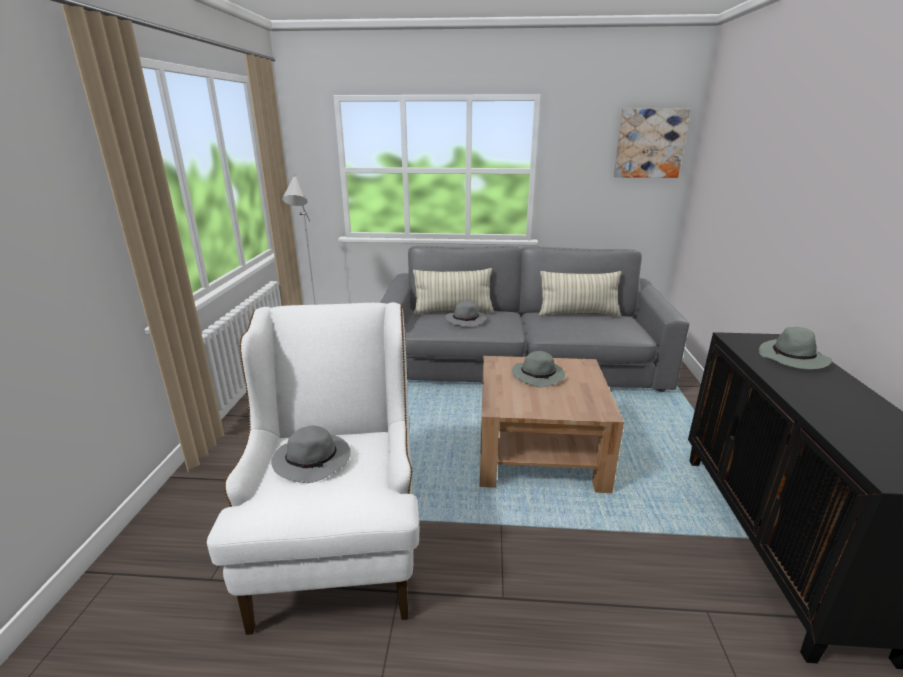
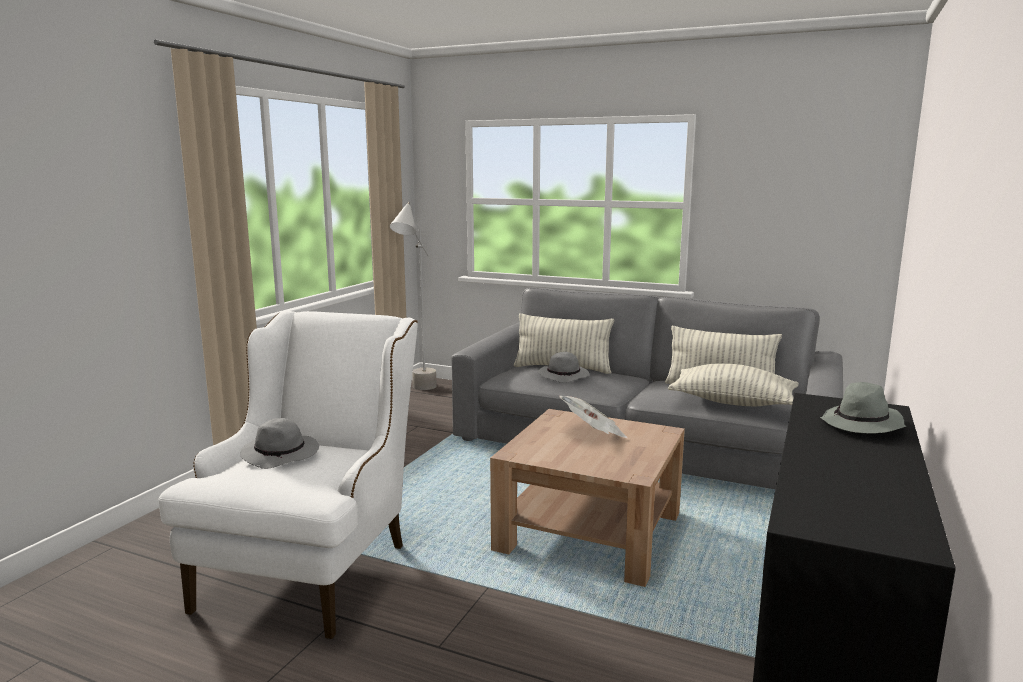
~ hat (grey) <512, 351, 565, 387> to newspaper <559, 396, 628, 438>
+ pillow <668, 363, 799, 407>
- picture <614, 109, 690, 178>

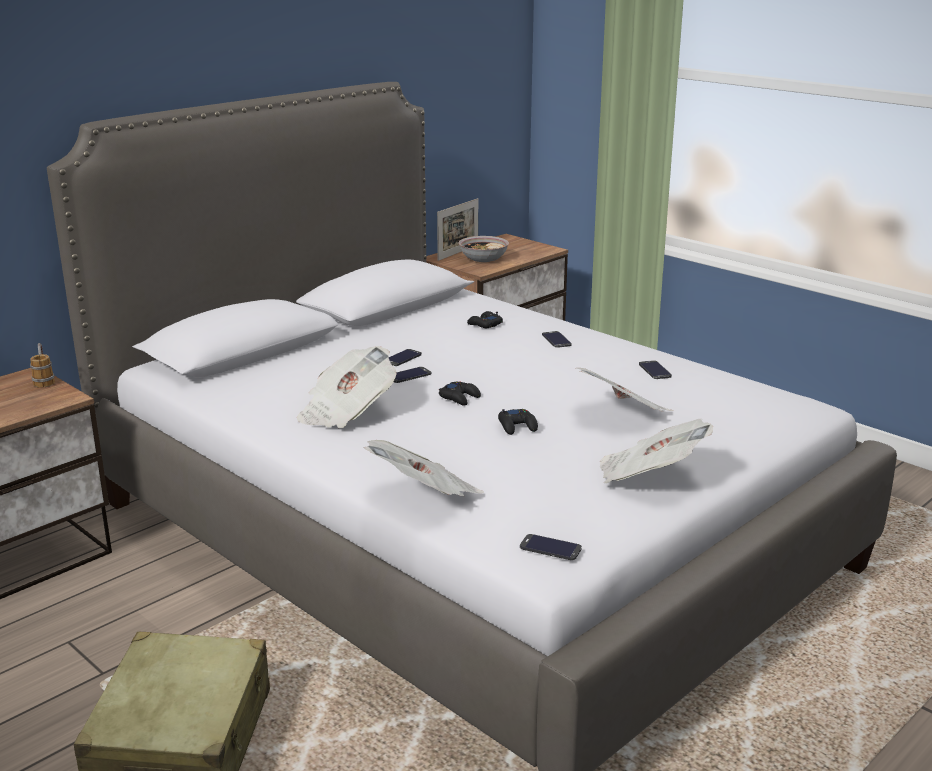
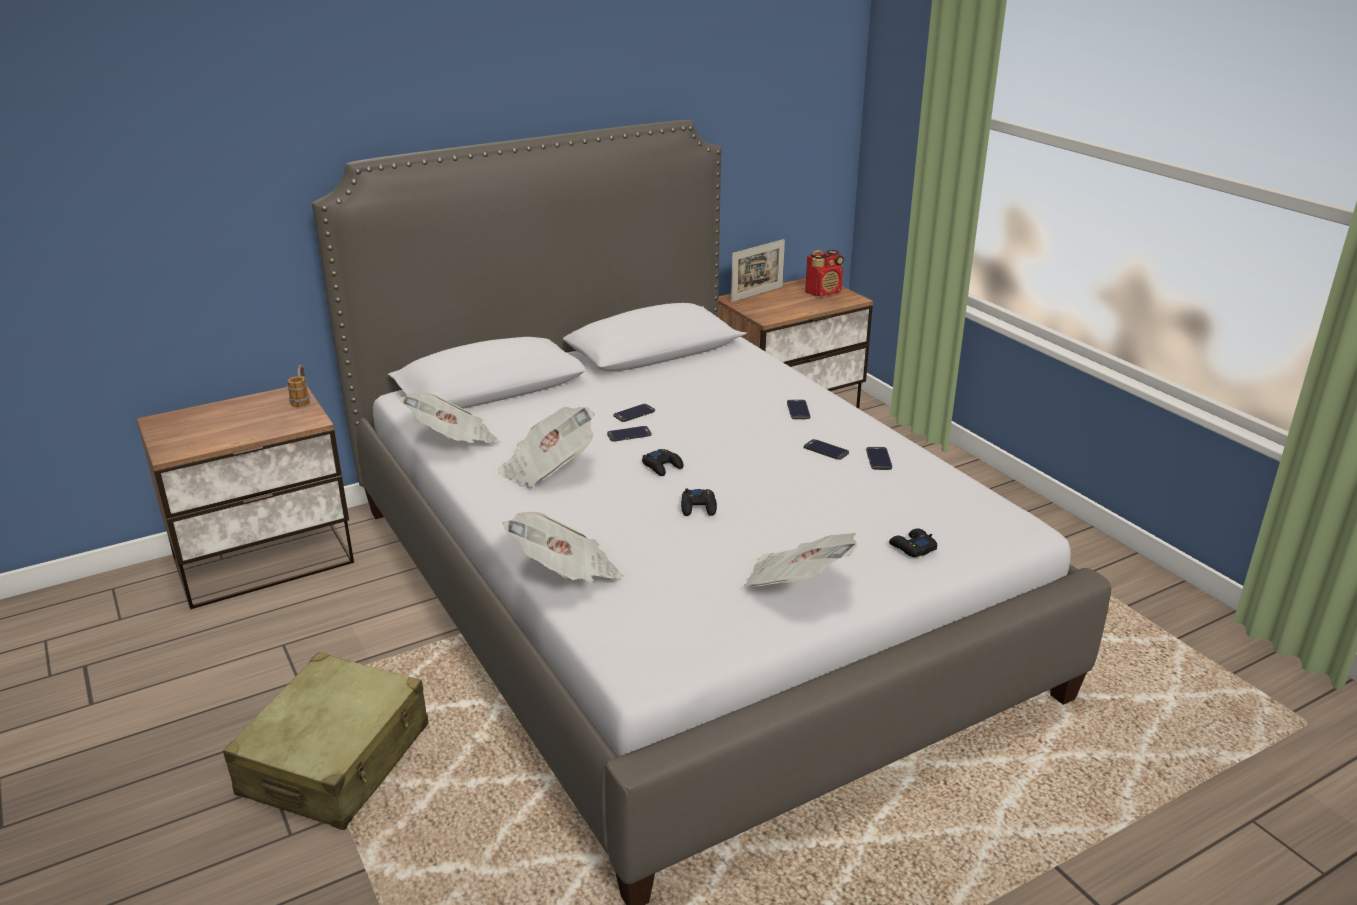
~ newspaper <576, 368, 673, 412> to <399, 393, 500, 444>
~ phone <520, 534, 582, 560> to <804, 439, 849, 460>
+ radio <805, 250, 844, 296>
~ game controller (black) <467, 311, 503, 328> to <889, 528, 937, 557>
- bowl <458, 236, 509, 262>

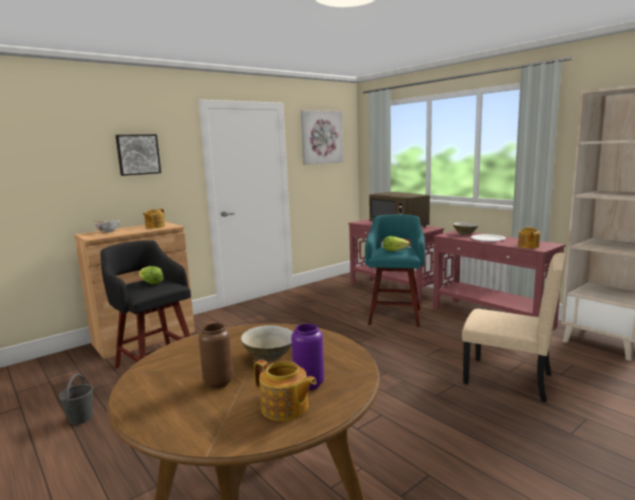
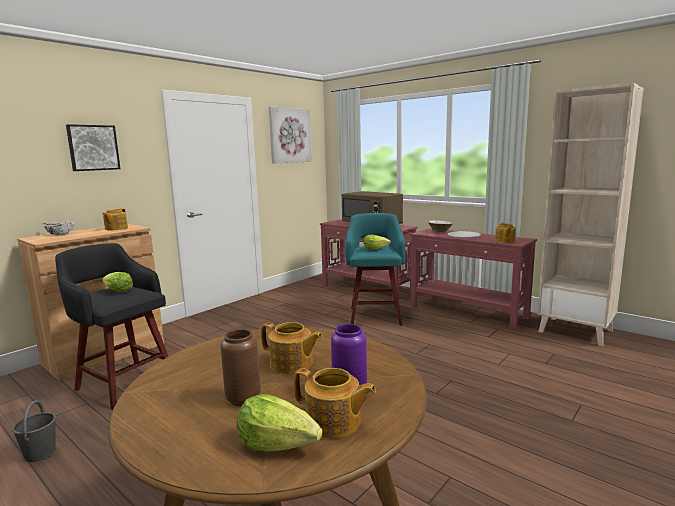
+ lettuce <237, 394, 323, 451>
~ bowl (beige) <241, 325, 293, 361> to teapot <261, 322, 322, 374>
- chair (beige) <462, 252, 566, 402>

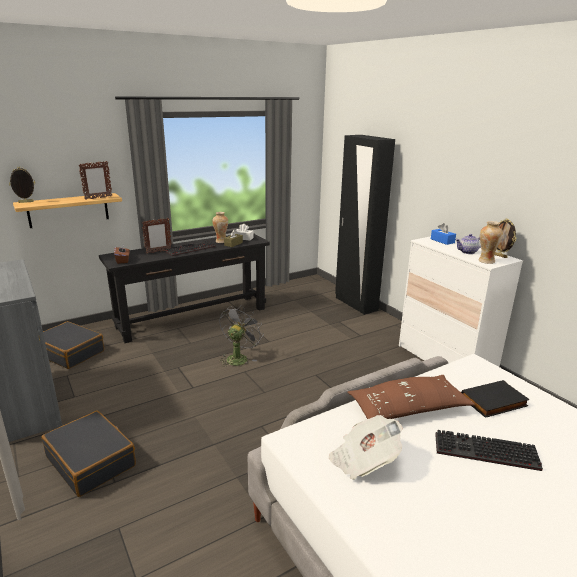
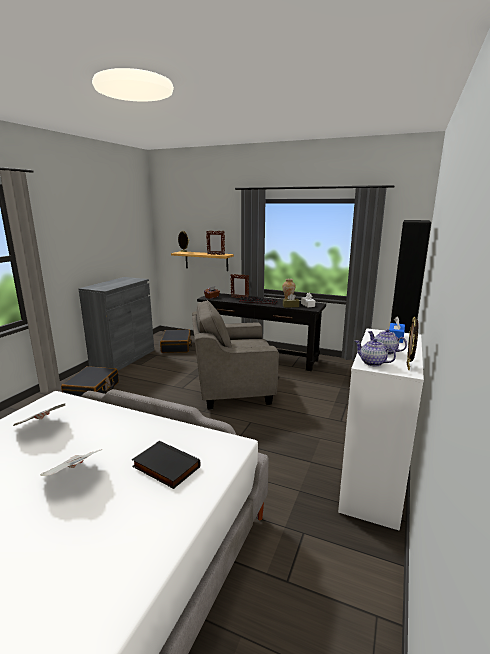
~ keyboard <435, 430, 543, 471> to newspaper <40, 449, 103, 476>
~ fan (grey) <219, 305, 264, 367> to armchair (grey) <192, 300, 279, 410>
~ vase <478, 221, 503, 264> to teapot <355, 339, 396, 366>
- pillow (brown) <347, 375, 475, 419>

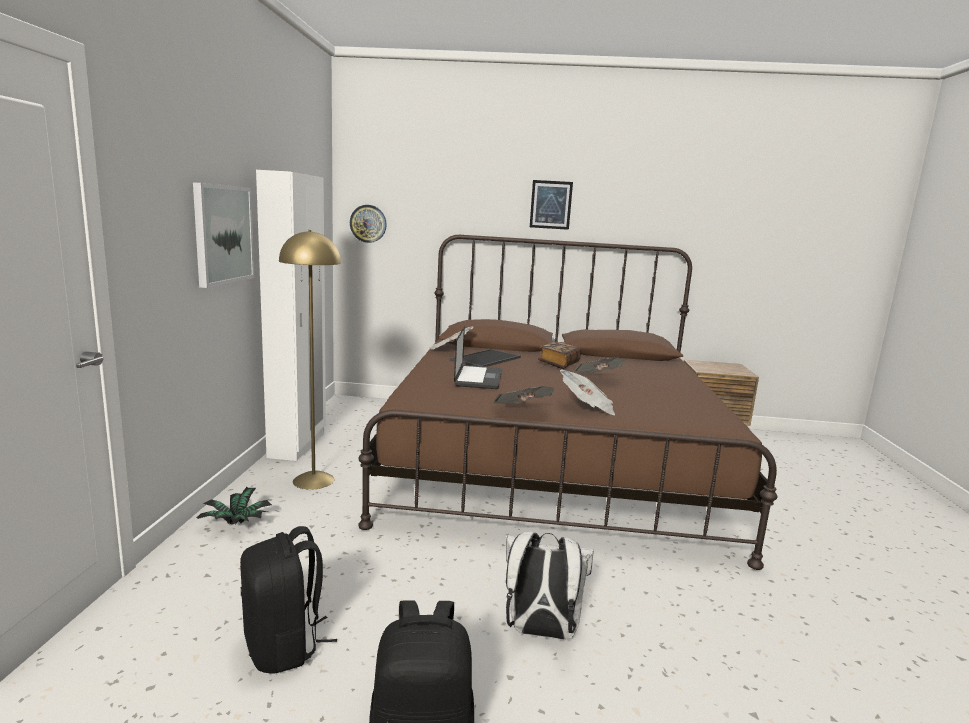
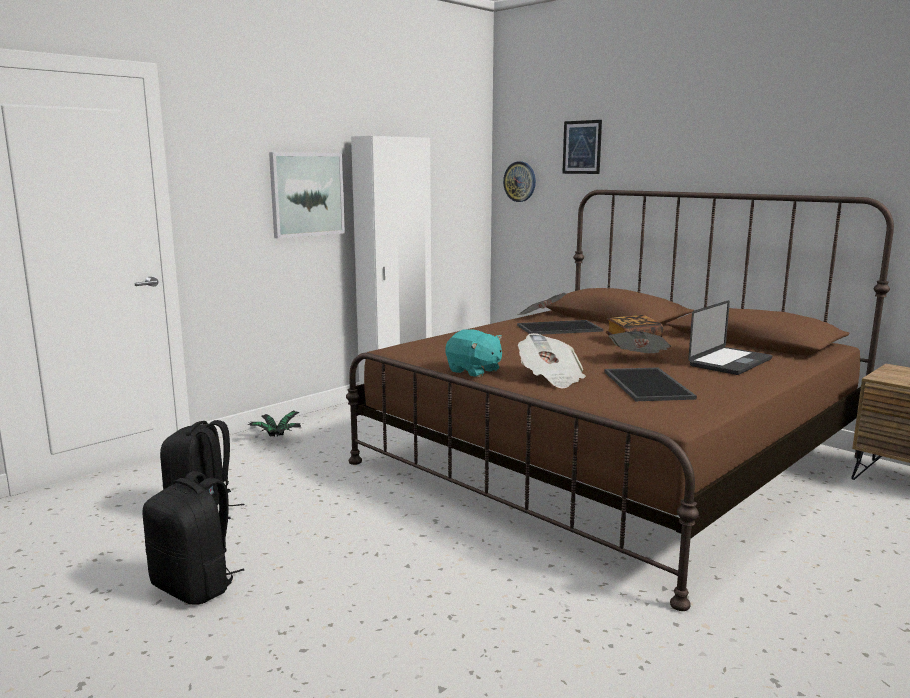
~ newspaper <493, 386, 555, 403> to plush toy (turquoise) <445, 329, 502, 377>
~ picture <530, 180, 573, 230> to <562, 120, 602, 174>
+ tray <604, 368, 697, 401>
~ laptop <454, 326, 502, 389> to <688, 300, 772, 375>
- floor lamp (yellow) <279, 230, 341, 490>
- backpack (white) <506, 532, 594, 640>

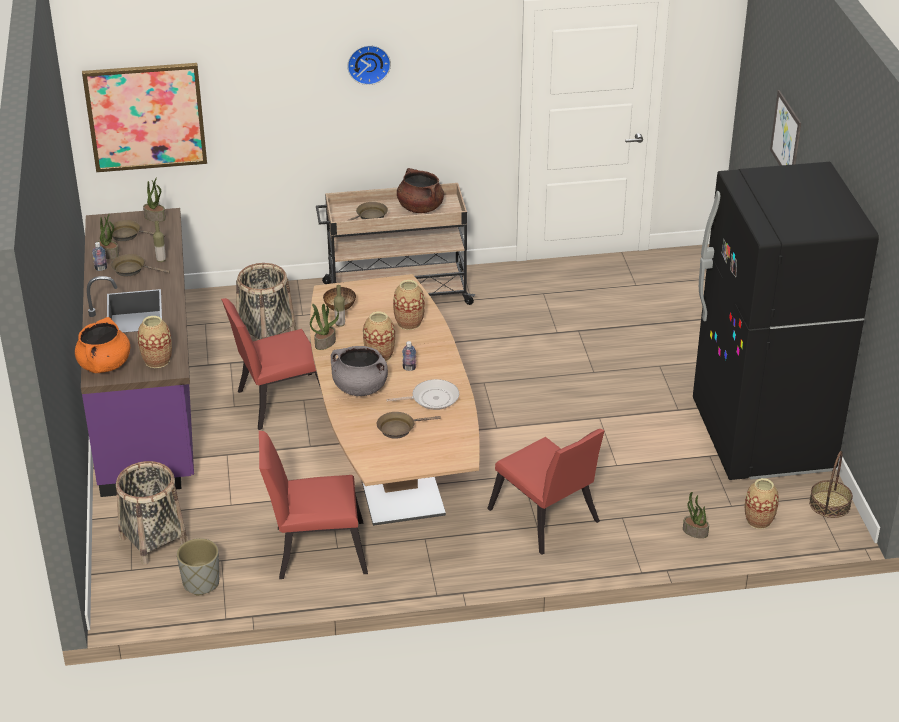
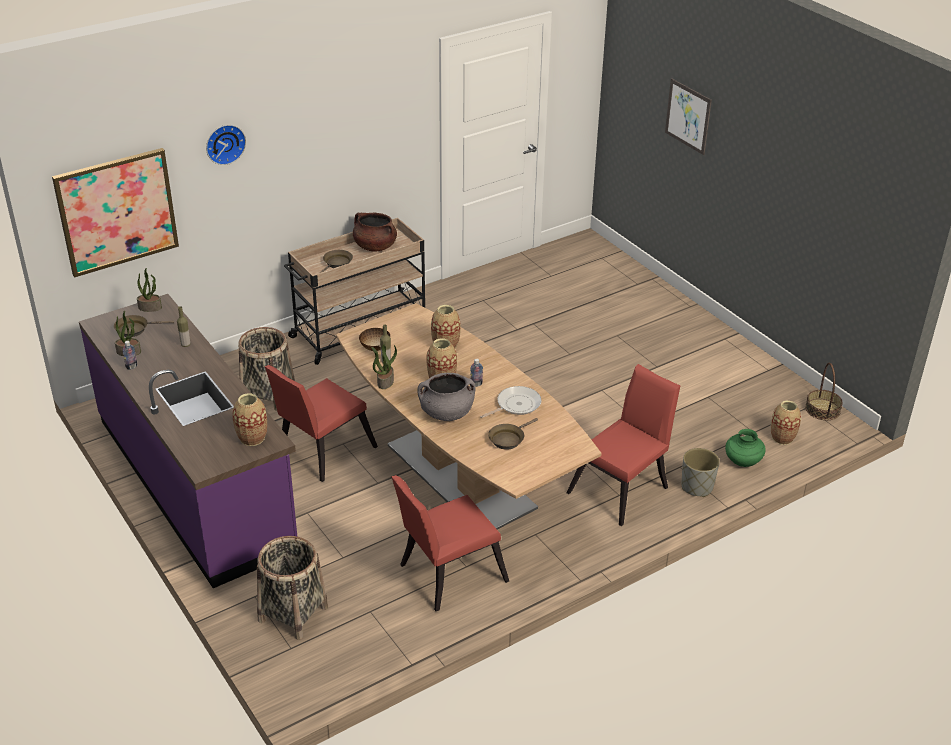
~ wall clock <347, 45, 391, 85> to <206, 125, 246, 165>
~ chair (red) <487, 429, 605, 555> = <566, 364, 680, 526> 75 degrees counterclockwise
~ planter (grey) <177, 538, 219, 595> to <681, 448, 720, 497>
~ potted plant <683, 492, 709, 538> to vase (green) <725, 429, 765, 467>
- cooking pot (orange) <75, 317, 130, 373>
- frying pan (brown) <111, 254, 170, 276>
- fridge (black) <693, 162, 879, 480>

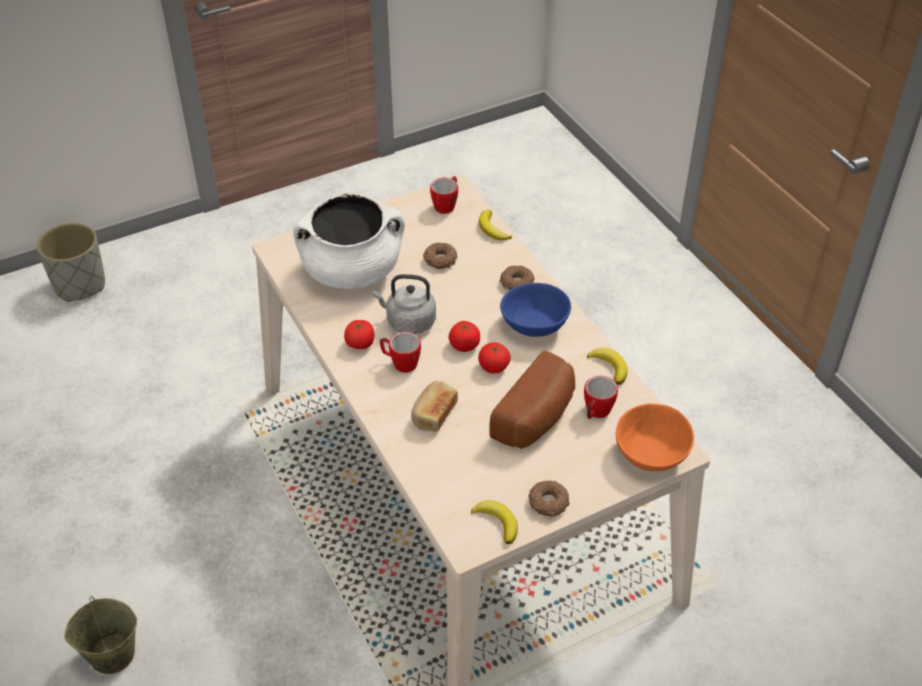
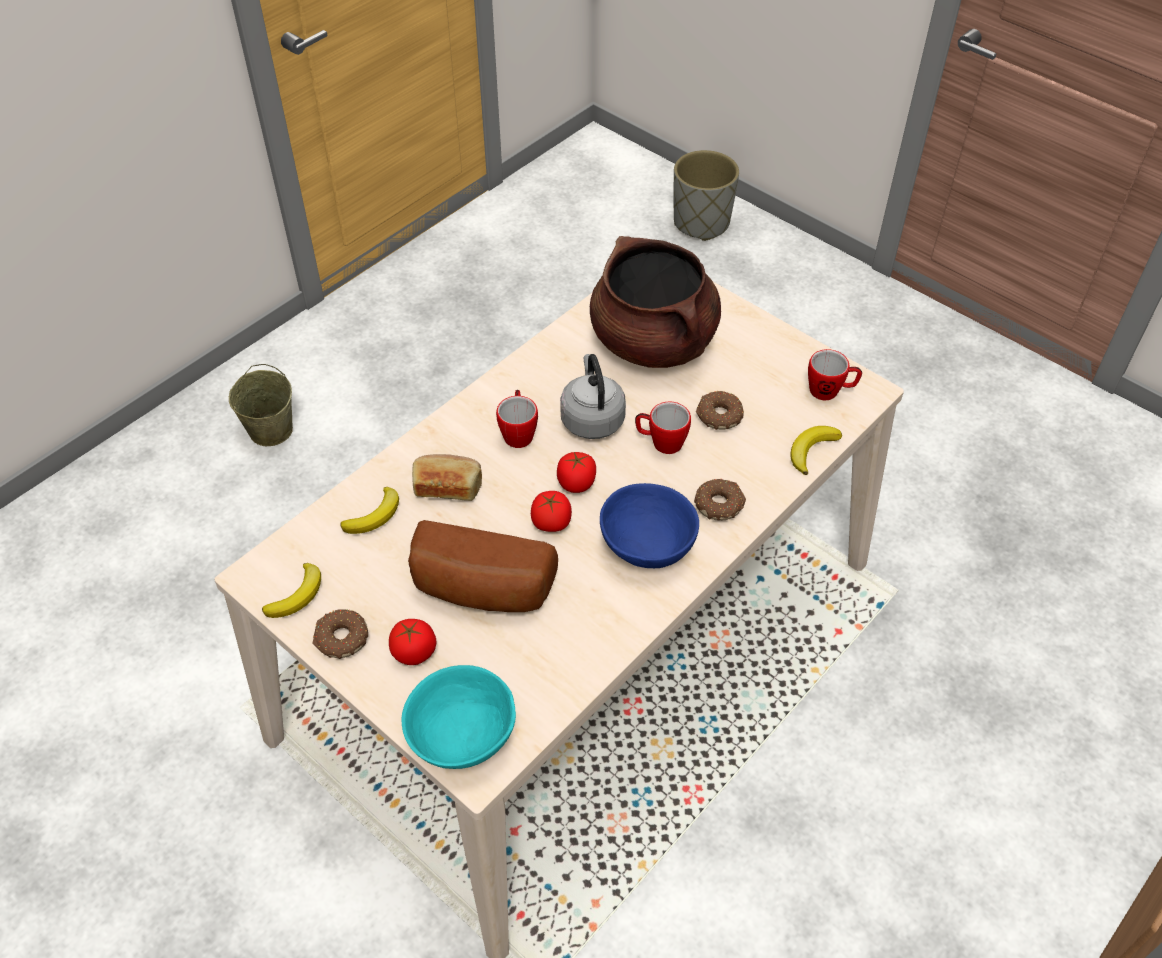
~ banana <587, 348, 628, 385> to <340, 487, 399, 534>
~ tomato <344, 320, 375, 349> to <389, 619, 436, 665>
~ bowl (orange) <616, 403, 694, 471> to bowl (turquoise) <402, 665, 516, 769>
~ cooking pot (white) <293, 193, 405, 289> to cooking pot (brown) <590, 236, 721, 368>
~ mug <584, 376, 618, 419> to <635, 401, 691, 454>

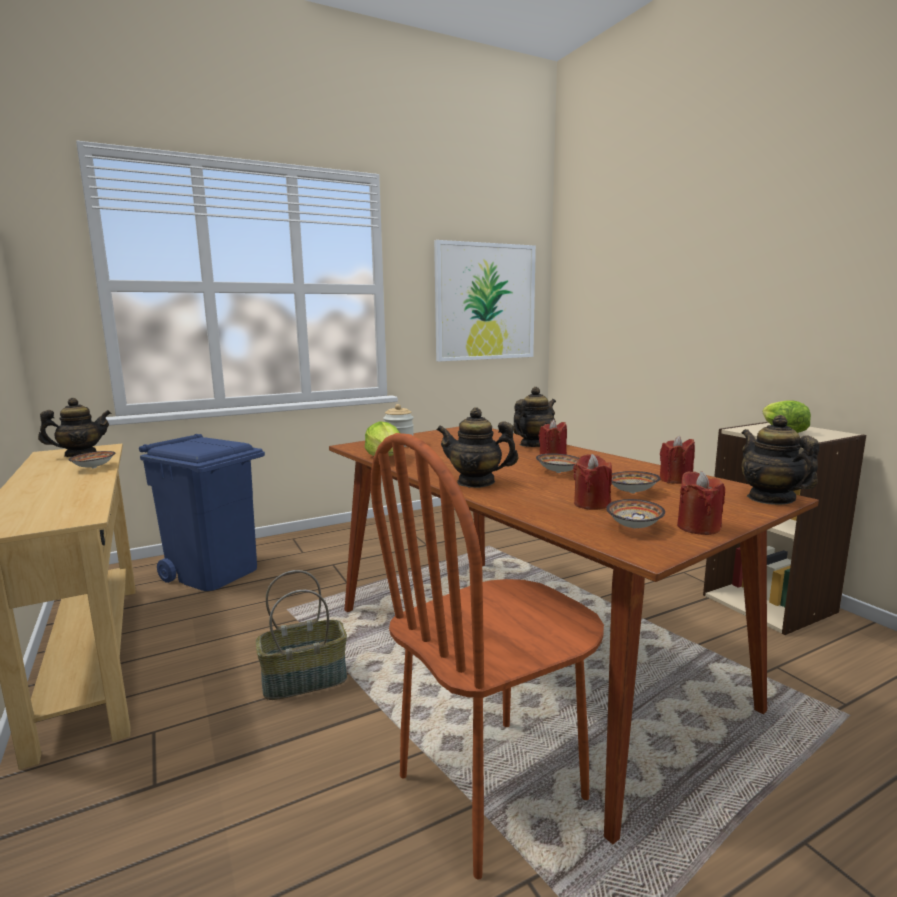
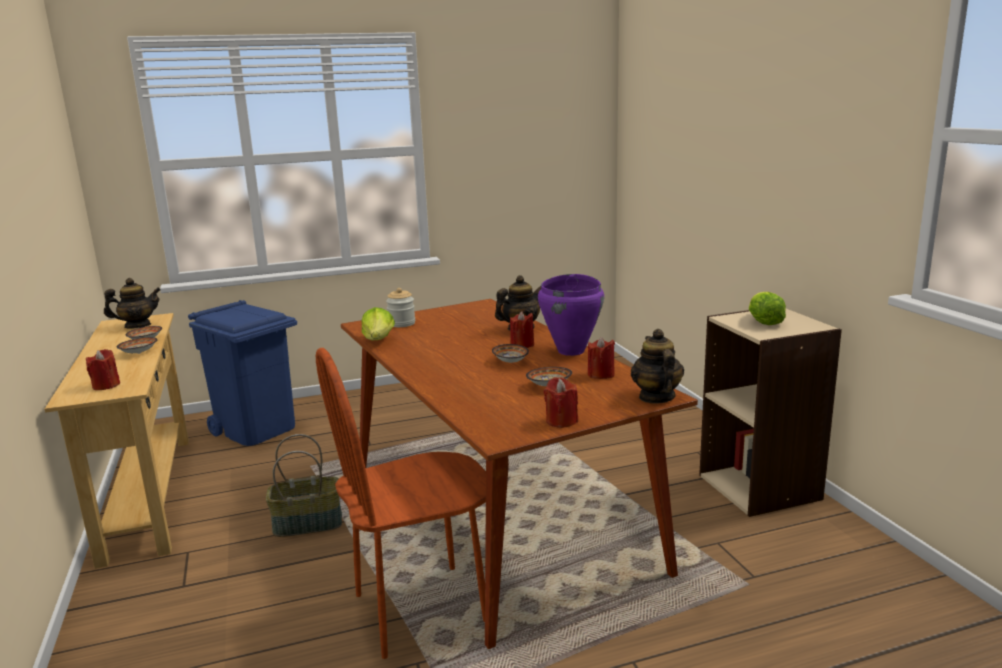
~ candle (red) <573, 454, 612, 510> to <86, 349, 120, 390>
~ bowl <606, 499, 665, 528> to <117, 337, 157, 354>
+ cooking pot (purple) <538, 274, 604, 356>
- picture <434, 240, 536, 362>
- teapot <437, 408, 519, 488>

